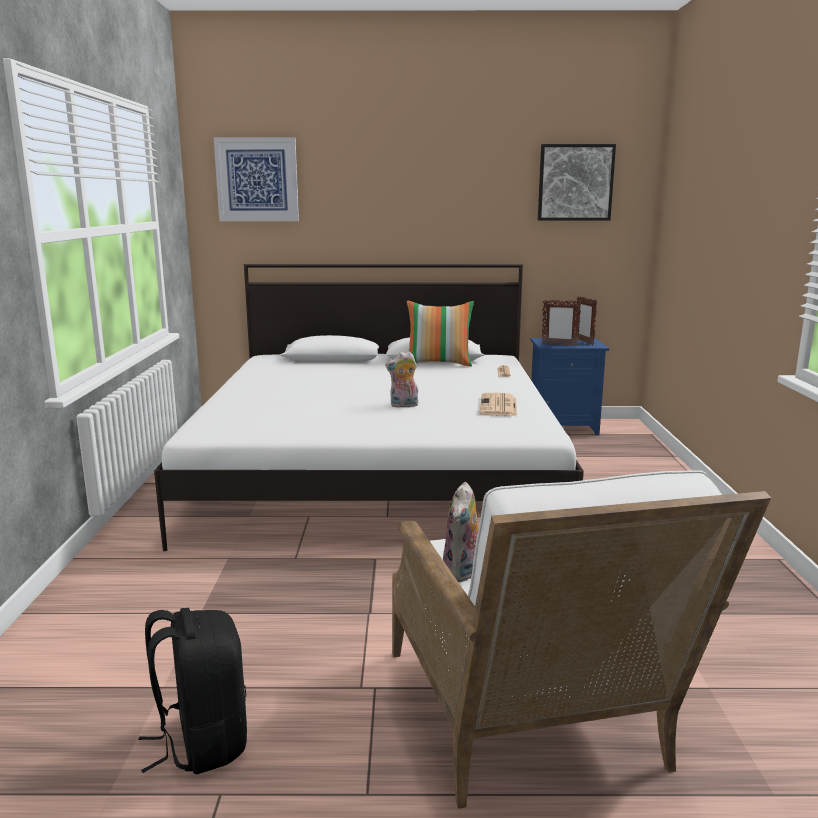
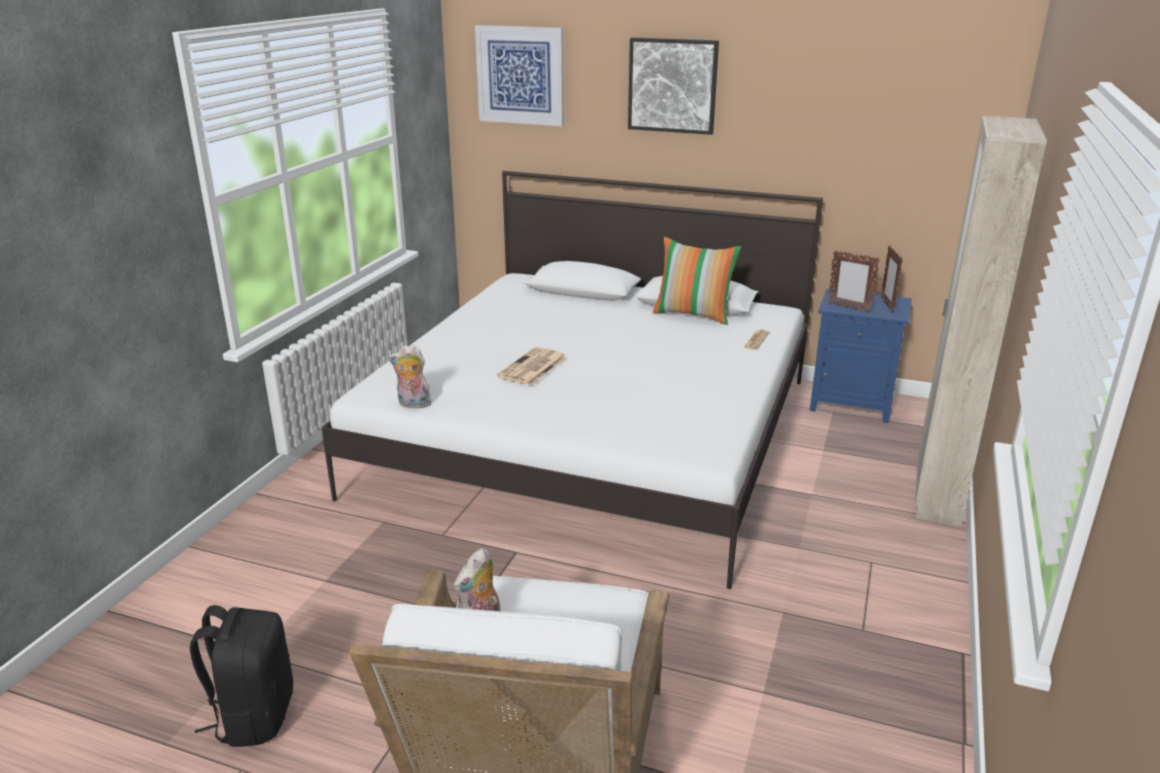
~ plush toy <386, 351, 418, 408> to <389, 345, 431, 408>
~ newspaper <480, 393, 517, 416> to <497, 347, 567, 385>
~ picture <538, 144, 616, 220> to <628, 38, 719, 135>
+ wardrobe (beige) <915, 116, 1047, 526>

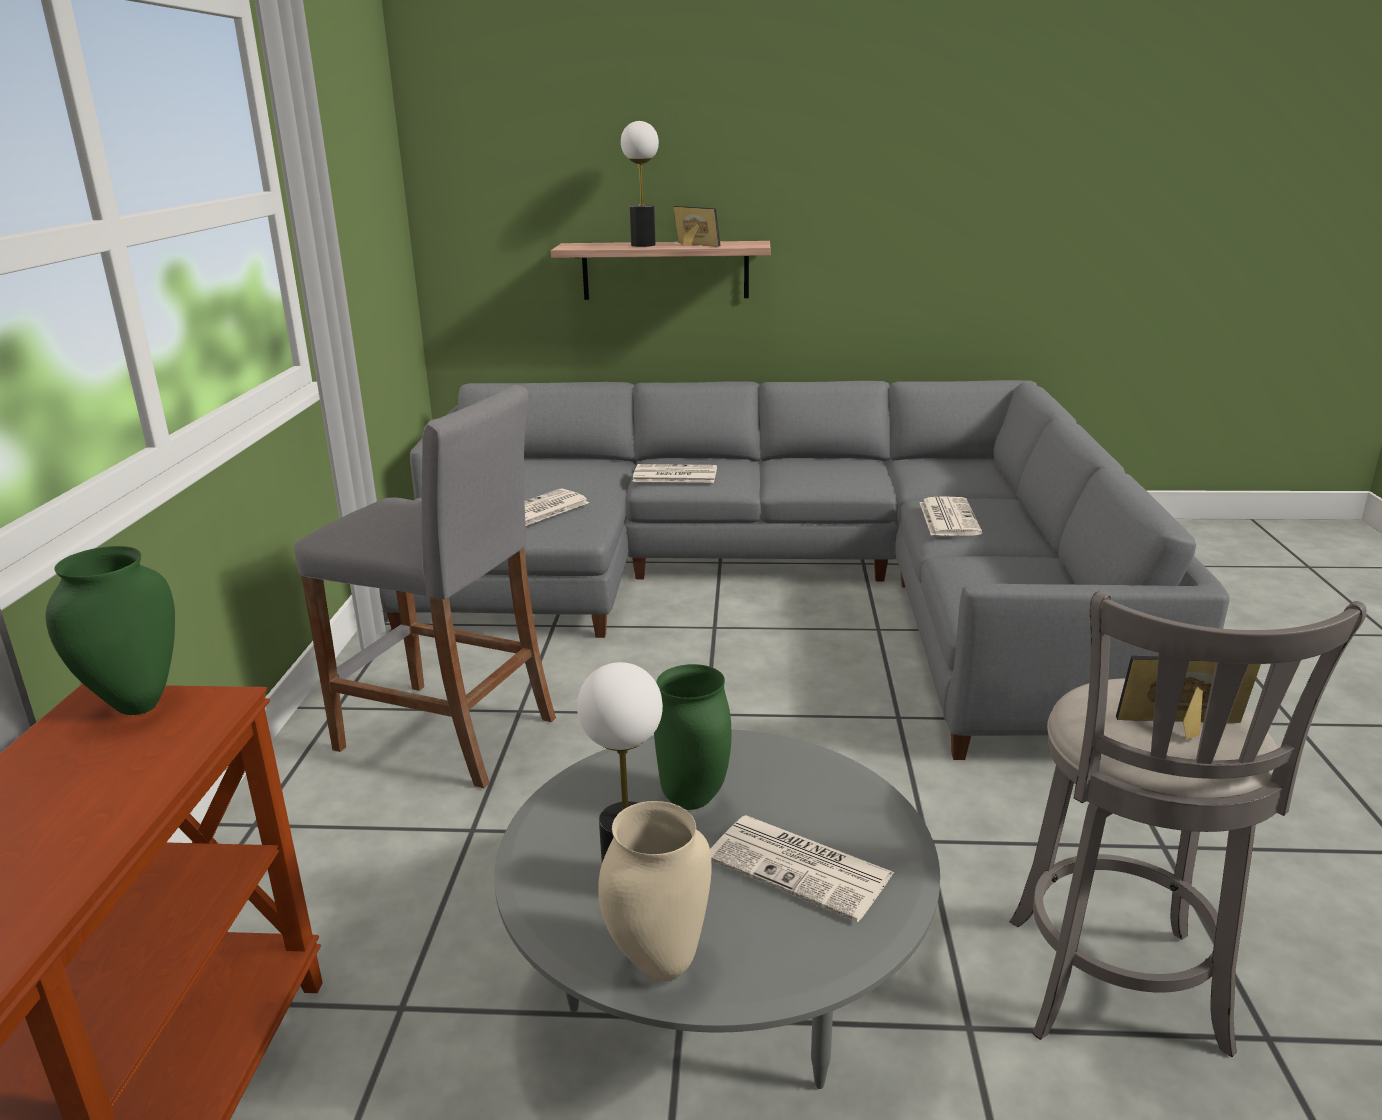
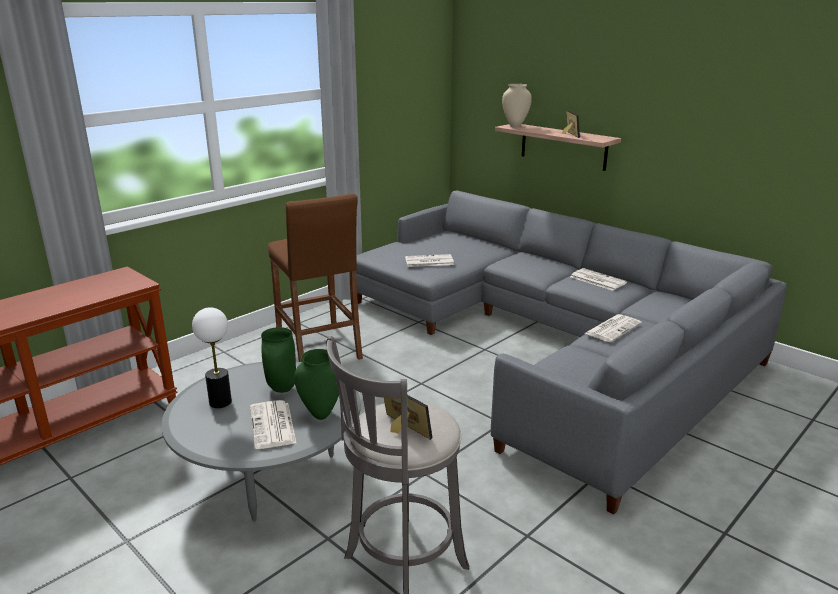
~ stool (grey) <294, 385, 556, 788> to stool (brown) <268, 194, 363, 362>
~ vase (green) <46, 546, 175, 715> to <294, 349, 339, 420>
~ vase (beige) <598, 801, 712, 982> to <502, 84, 532, 128>
~ newspaper <632, 464, 717, 483> to <571, 268, 627, 291>
- table lamp <621, 121, 659, 247>

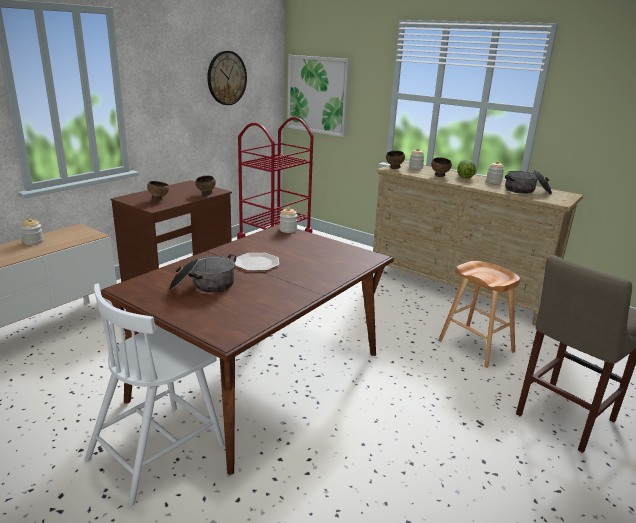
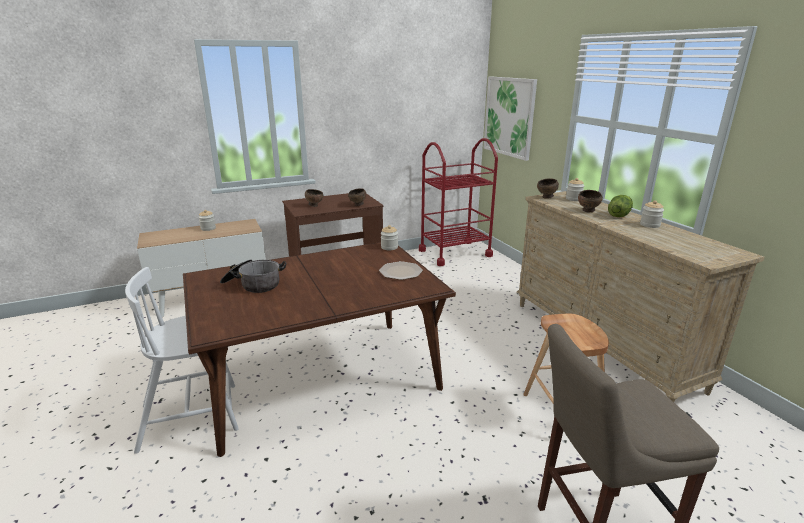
~ plate <235, 253, 279, 271> to <379, 261, 423, 280>
- wall clock <207, 51, 247, 105>
- cooking pot <505, 170, 552, 194>

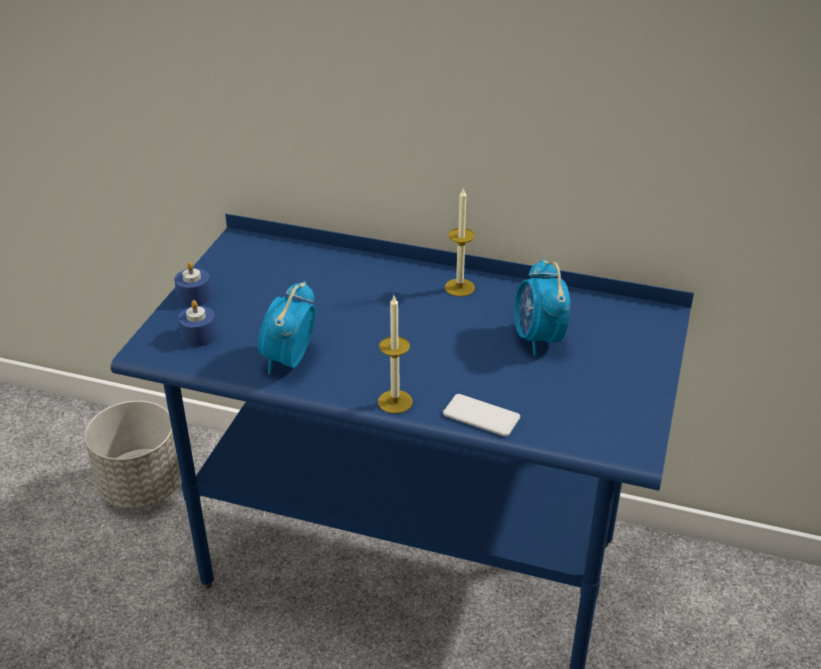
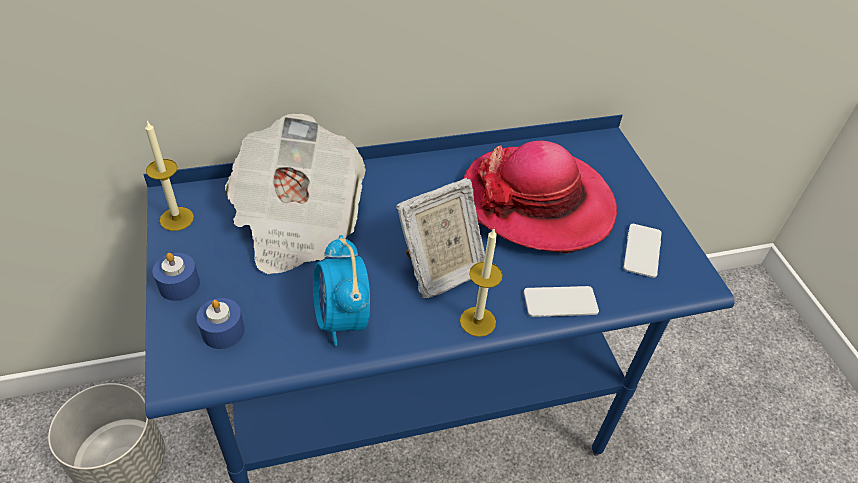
~ candle <445, 187, 475, 297> to <145, 121, 194, 231>
+ newspaper <225, 114, 366, 274>
+ picture frame <396, 178, 485, 298>
~ alarm clock <514, 259, 571, 355> to hat <464, 141, 617, 253>
+ phone <623, 224, 662, 278>

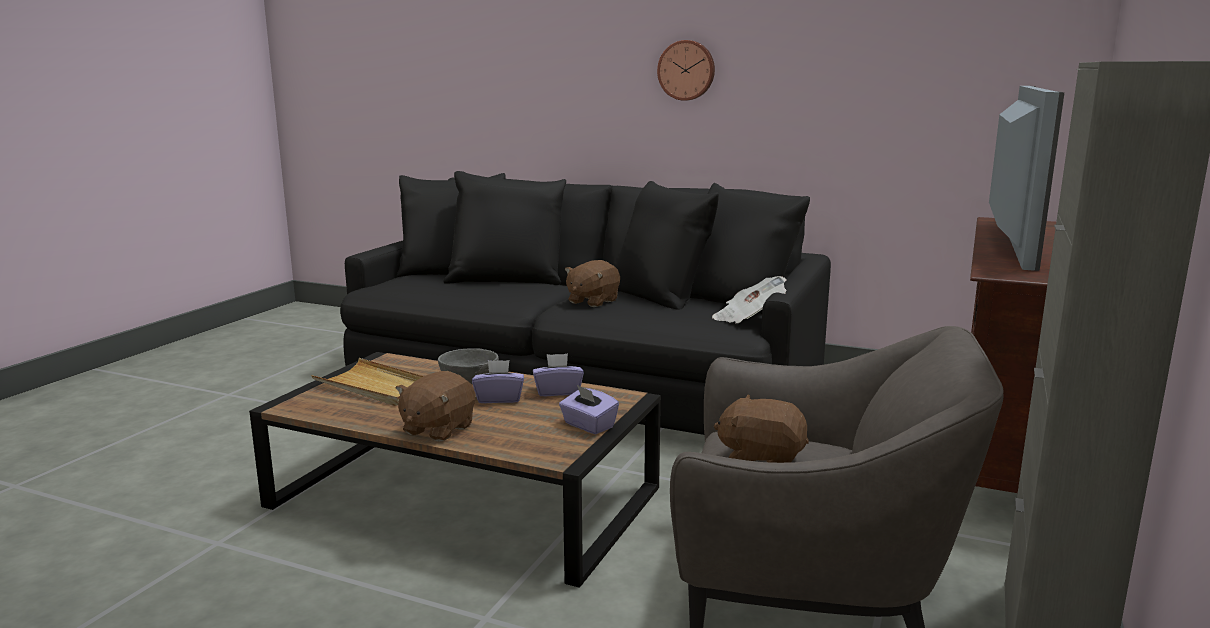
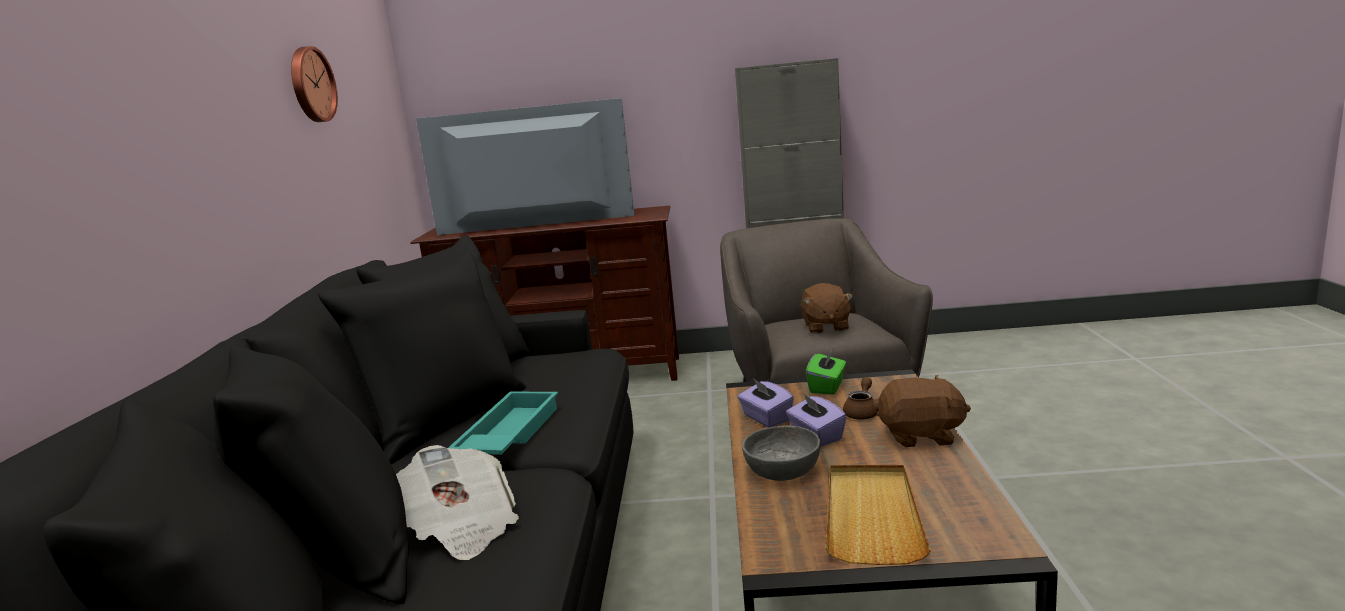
~ wall clock <657, 40, 715, 101> to <291, 46, 338, 122>
~ newspaper <712, 276, 787, 323> to <396, 445, 519, 560>
~ plush toy (brown) <565, 260, 620, 307> to tray (turquoise) <448, 392, 558, 455>
~ tissue box (purple) <559, 385, 619, 434> to tissue box (green) <806, 348, 846, 395>
+ teapot (brown) <843, 377, 880, 420>

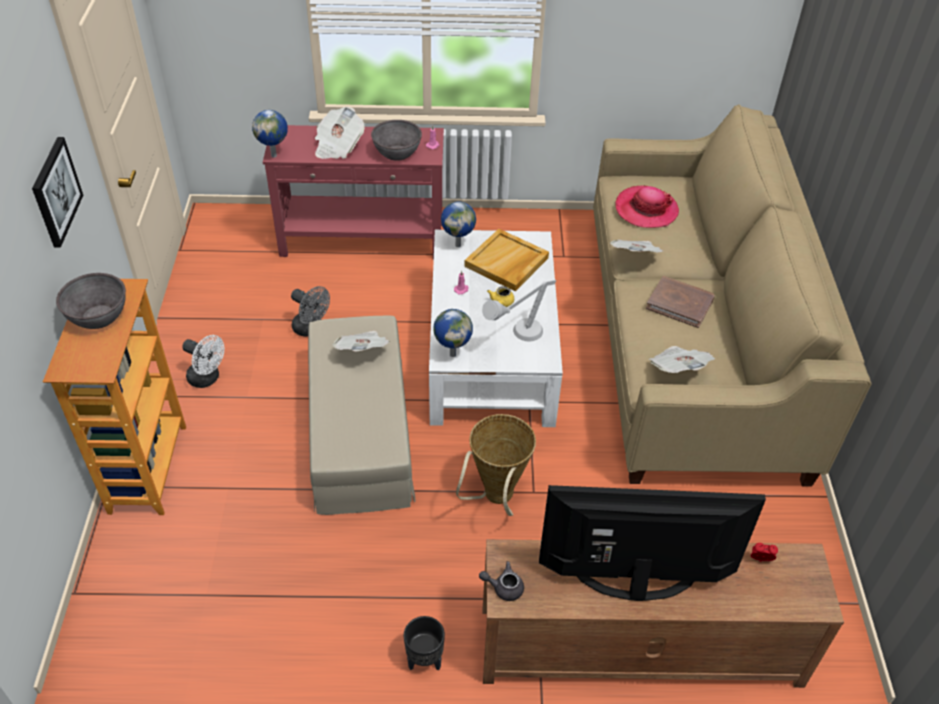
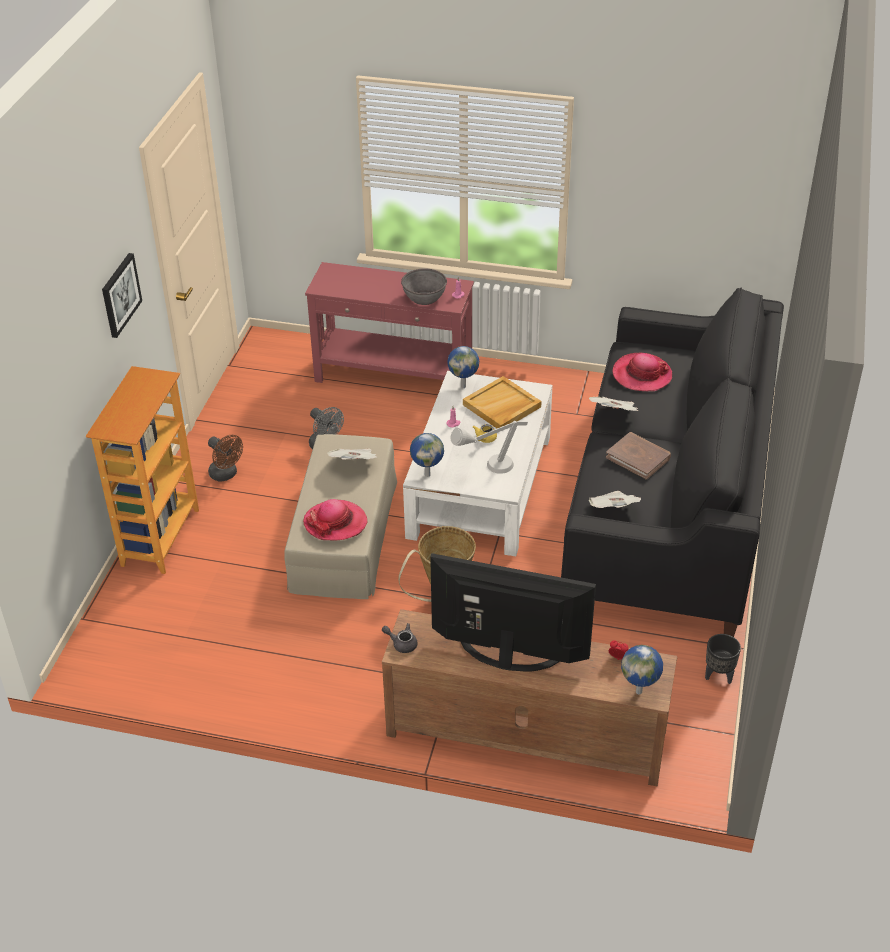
~ fan (white) <182, 335, 224, 388> to fan (brown) <208, 435, 243, 481>
+ hat <303, 499, 368, 540>
~ sofa (beige) <593, 104, 872, 487> to sofa (black) <561, 287, 784, 637>
~ globe <252, 110, 288, 158> to <621, 645, 663, 695>
~ planter (black) <404, 616, 445, 670> to <705, 634, 741, 684>
- bowl (grey) <56, 273, 126, 329>
- newspaper <315, 107, 365, 159>

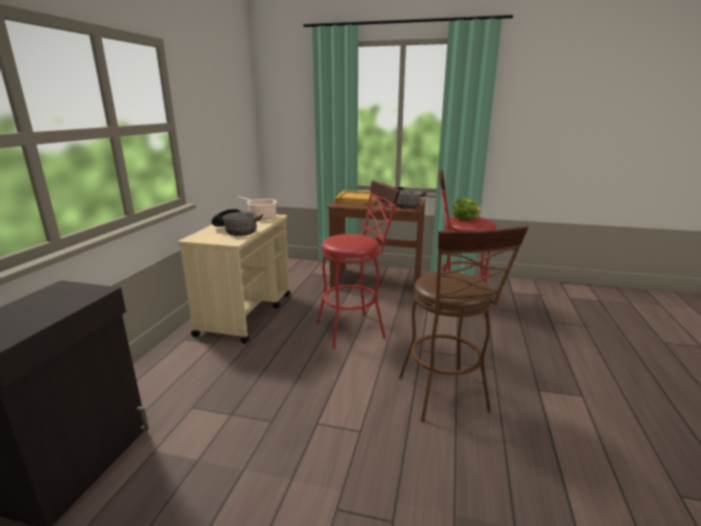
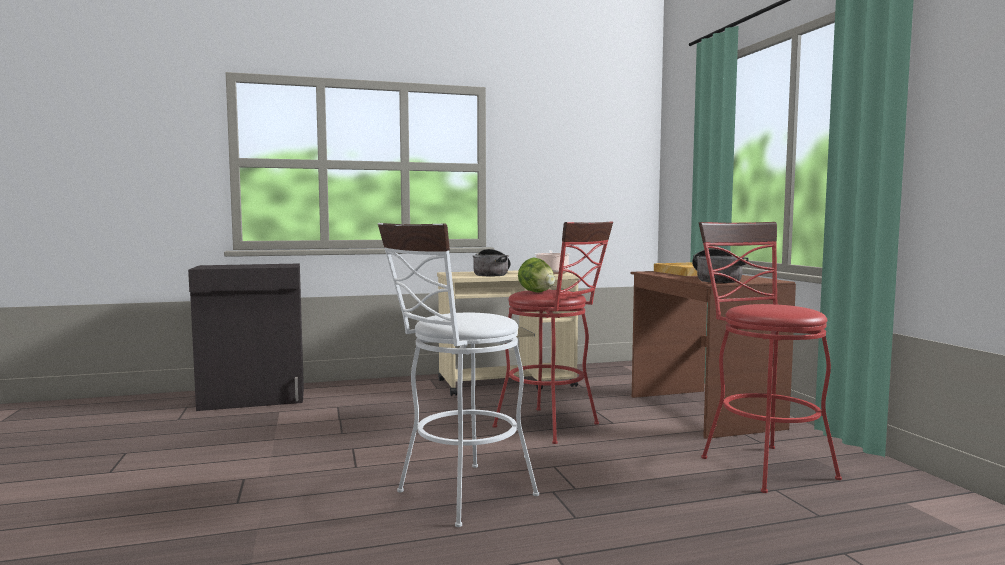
~ stool (brown) <399, 226, 528, 422> to stool (white) <378, 223, 539, 527>
~ lettuce <453, 198, 481, 219> to <518, 258, 555, 293>

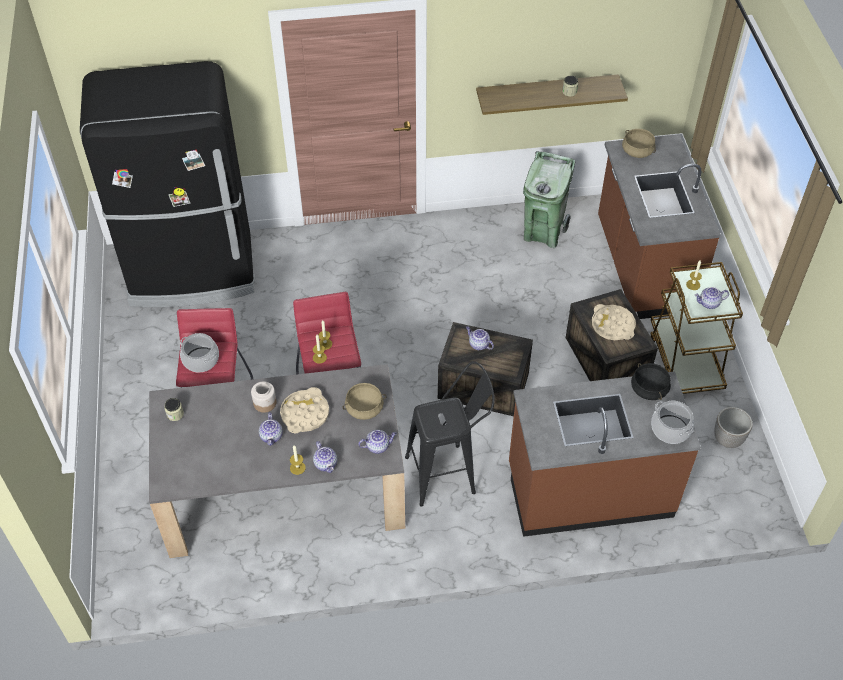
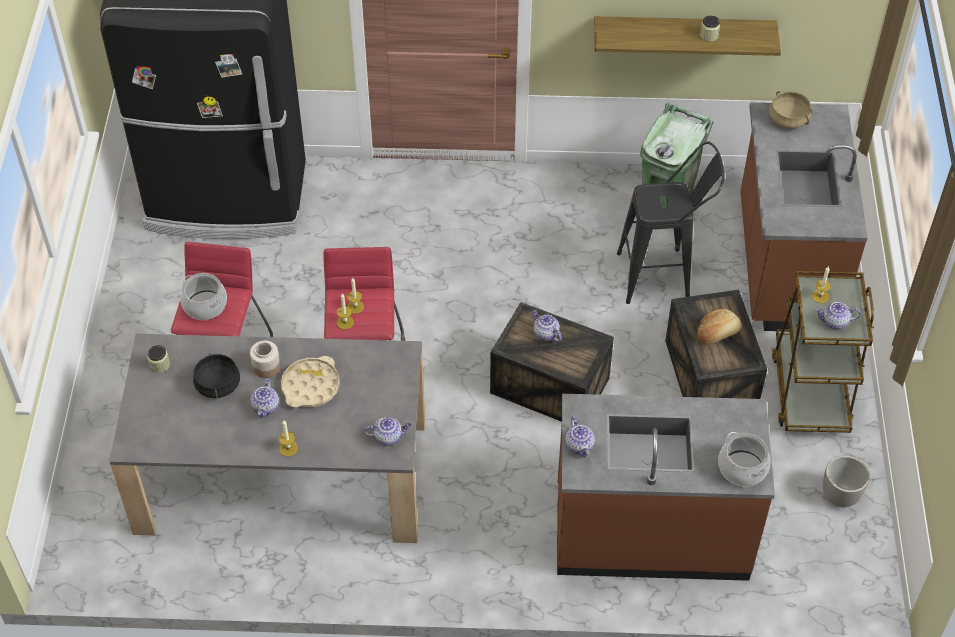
~ cooking pot (black) <631, 363, 671, 400> to <193, 353, 240, 399>
~ teapot <313, 441, 337, 473> to <565, 417, 595, 457>
~ stool (black) <405, 361, 495, 506> to <617, 141, 724, 304>
~ tray (beige) <592, 304, 636, 340> to bread <697, 309, 741, 344>
- cooking pot (beige) <342, 383, 387, 420>

